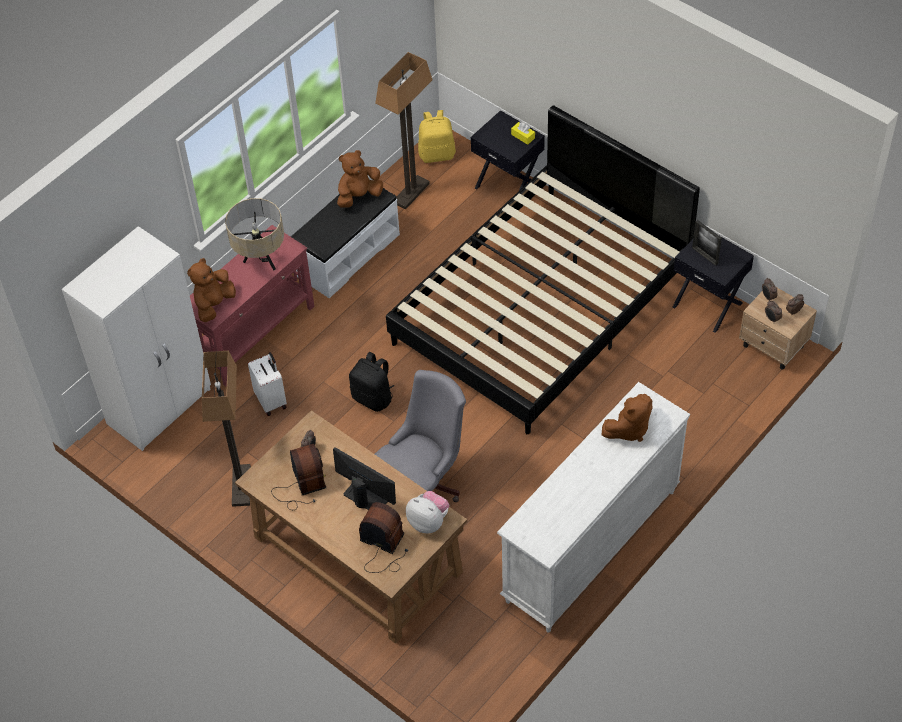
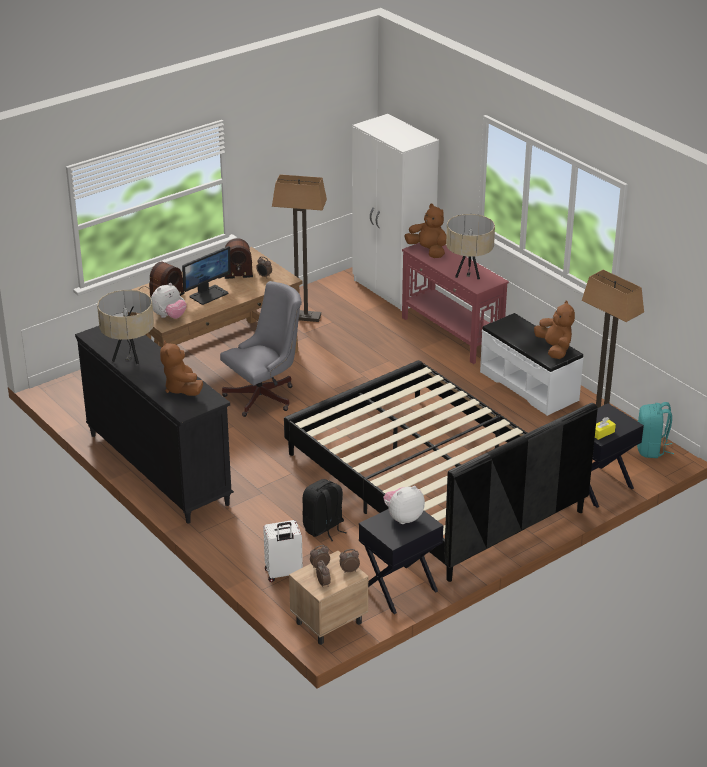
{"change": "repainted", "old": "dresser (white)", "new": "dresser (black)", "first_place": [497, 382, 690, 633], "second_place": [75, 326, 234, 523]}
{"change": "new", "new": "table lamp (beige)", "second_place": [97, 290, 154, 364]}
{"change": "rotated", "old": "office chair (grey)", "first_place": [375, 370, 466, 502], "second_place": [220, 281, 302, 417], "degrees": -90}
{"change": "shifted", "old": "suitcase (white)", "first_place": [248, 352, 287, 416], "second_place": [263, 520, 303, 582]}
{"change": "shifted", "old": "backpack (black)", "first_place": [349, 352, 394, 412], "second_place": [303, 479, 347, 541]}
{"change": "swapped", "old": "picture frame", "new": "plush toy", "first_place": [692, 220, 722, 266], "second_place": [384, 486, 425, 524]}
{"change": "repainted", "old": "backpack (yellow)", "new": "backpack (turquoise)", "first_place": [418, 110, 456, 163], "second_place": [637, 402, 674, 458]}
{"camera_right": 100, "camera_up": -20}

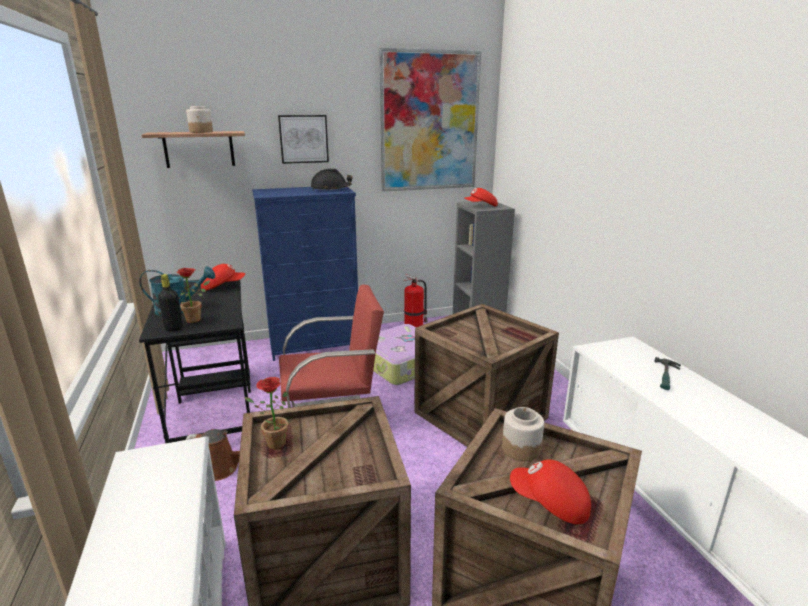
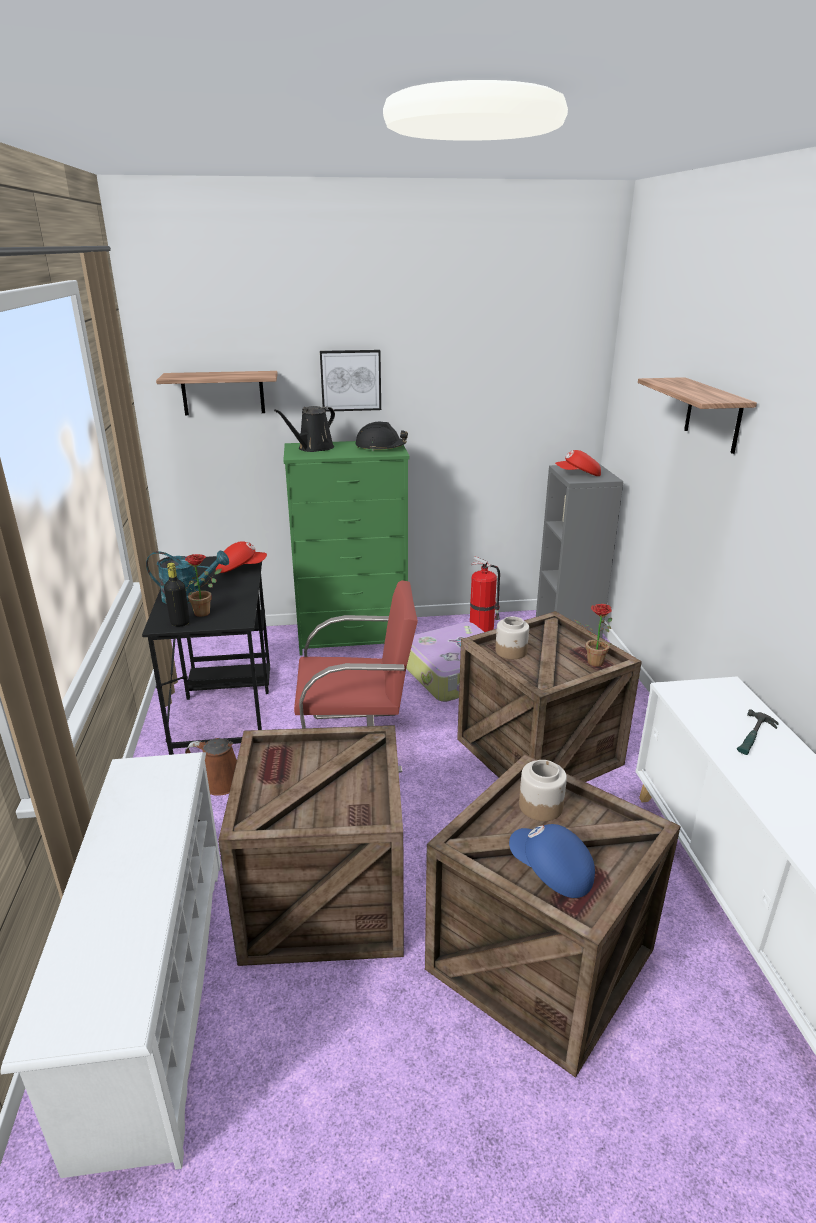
{"change": "new", "new": "watering can (black)", "second_place": [274, 406, 335, 452]}
{"change": "repainted", "old": "dresser (blue)", "new": "dresser (green)", "first_place": [252, 187, 358, 361], "second_place": [283, 441, 409, 656]}
{"change": "shifted", "old": "jar", "first_place": [186, 106, 213, 133], "second_place": [495, 616, 529, 659]}
{"change": "repainted", "old": "cap (red)", "new": "cap (blue)", "first_place": [510, 459, 591, 525], "second_place": [509, 824, 595, 898]}
{"change": "shifted", "old": "potted plant", "first_place": [244, 377, 288, 450], "second_place": [575, 604, 612, 667]}
{"change": "new", "new": "shelf", "second_place": [638, 377, 757, 454]}
{"change": "gone", "old": "picture", "first_place": [379, 48, 481, 192]}
{"camera_right": 10, "camera_up": 5}

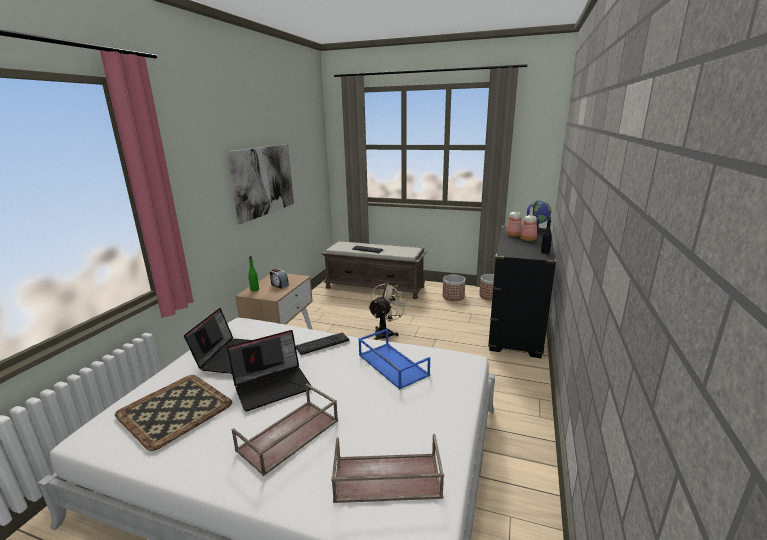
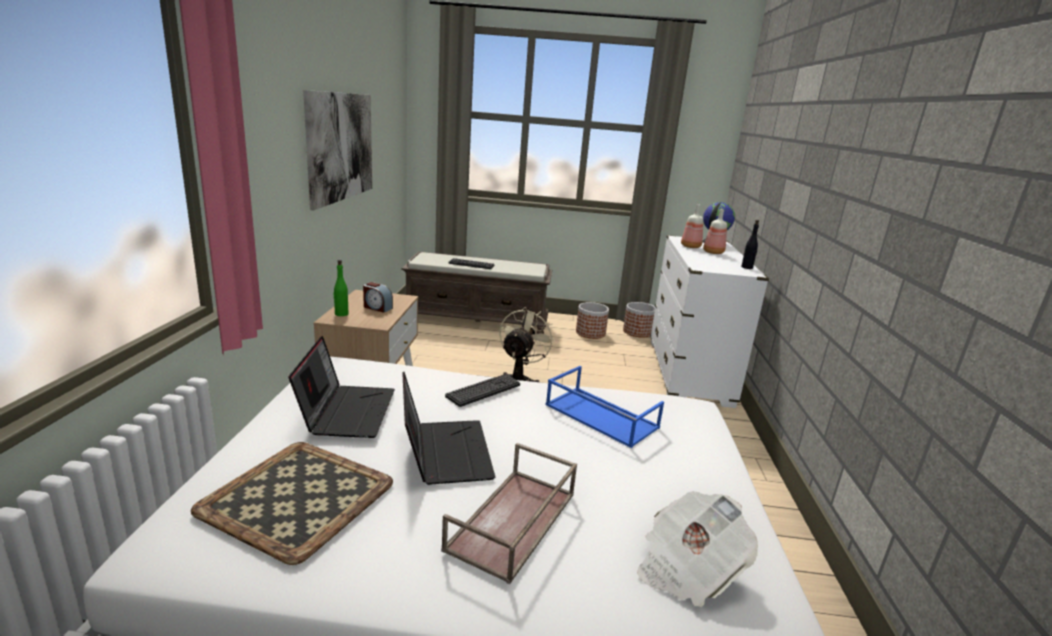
{"change": "rotated", "old": "laptop", "first_place": [227, 330, 311, 412], "second_place": [402, 372, 495, 485], "degrees": -60}
{"change": "swapped", "old": "tray (brown)", "new": "newspaper", "first_place": [331, 434, 444, 503], "second_place": [637, 491, 758, 607]}
{"change": "repainted", "old": "dresser (black)", "new": "dresser (white)", "first_place": [488, 226, 556, 358], "second_place": [650, 235, 769, 408]}
{"camera_right": -15, "camera_up": 0}

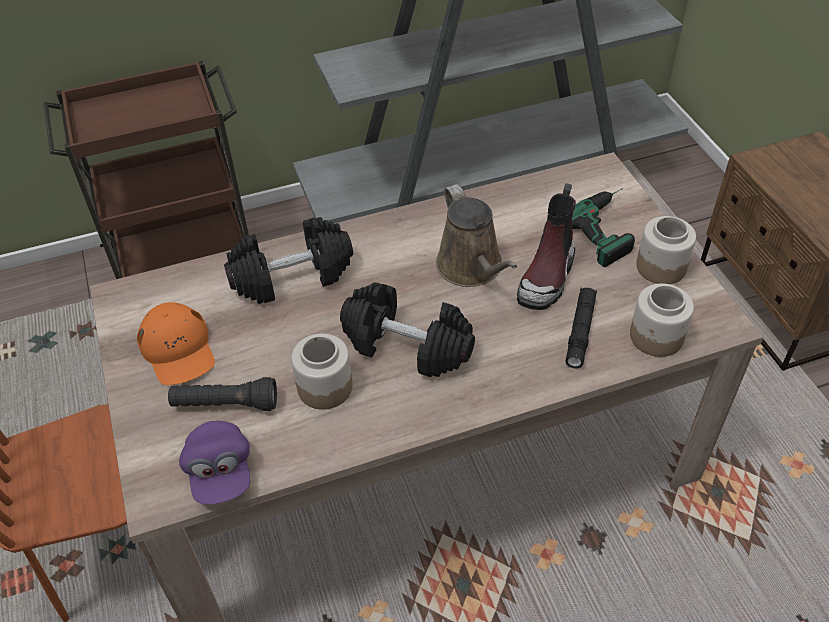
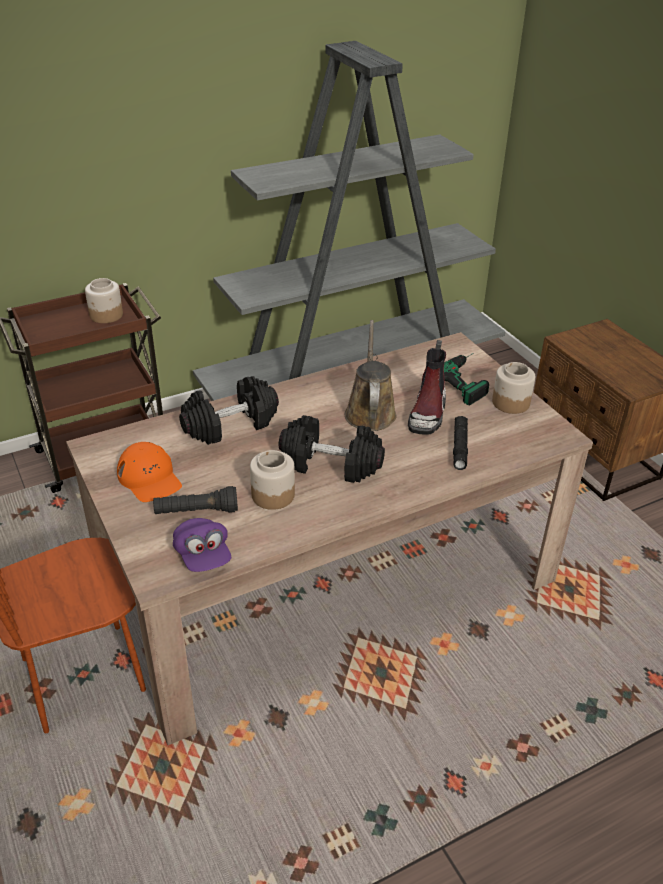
{"change": "shifted", "old": "jar", "first_place": [630, 284, 694, 357], "second_place": [85, 278, 123, 323]}
{"change": "rotated", "old": "watering can (brown)", "first_place": [436, 184, 517, 287], "second_place": [345, 320, 397, 431], "degrees": -150}
{"camera_right": -10, "camera_up": -10}

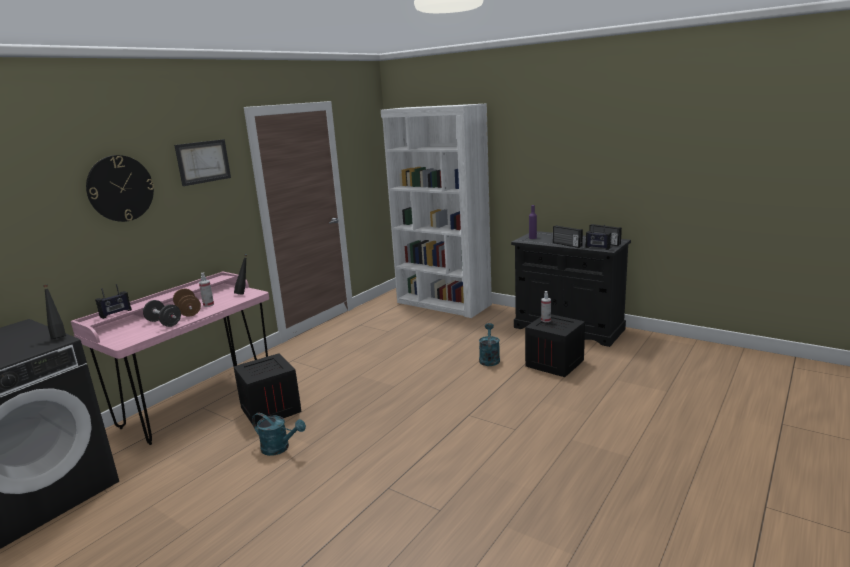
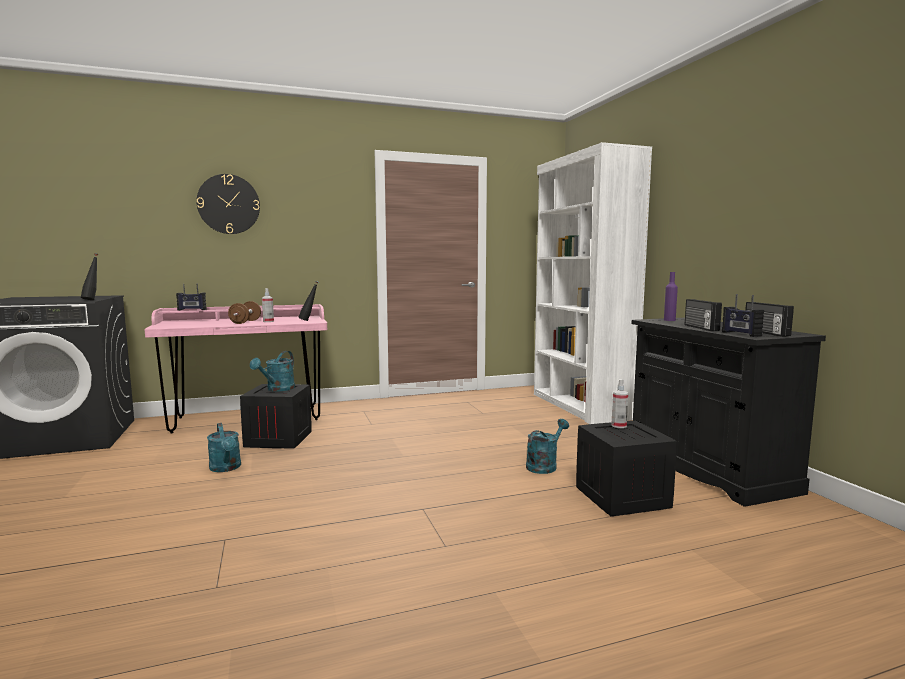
{"change": "new", "new": "watering can (turquoise)", "second_place": [250, 351, 295, 392]}
{"change": "gone", "old": "dumbbell (black)", "first_place": [143, 300, 181, 327]}
{"change": "gone", "old": "picture", "first_place": [174, 139, 231, 186]}
{"camera_right": 35, "camera_up": -10}

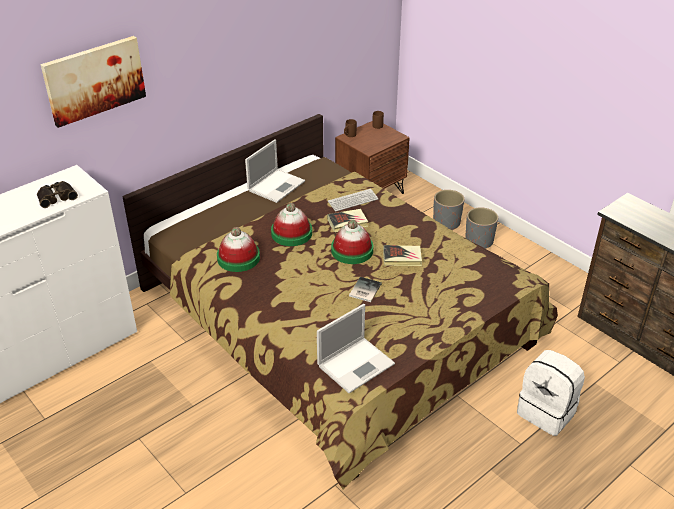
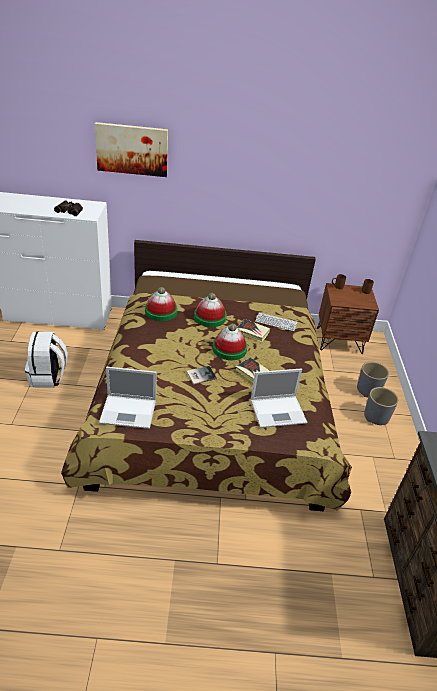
{"change": "shifted", "old": "backpack (white)", "first_place": [517, 350, 585, 436], "second_place": [25, 331, 68, 388]}
{"change": "shifted", "old": "laptop", "first_place": [245, 139, 305, 203], "second_place": [251, 369, 307, 428]}
{"camera_right": 40, "camera_up": 0}

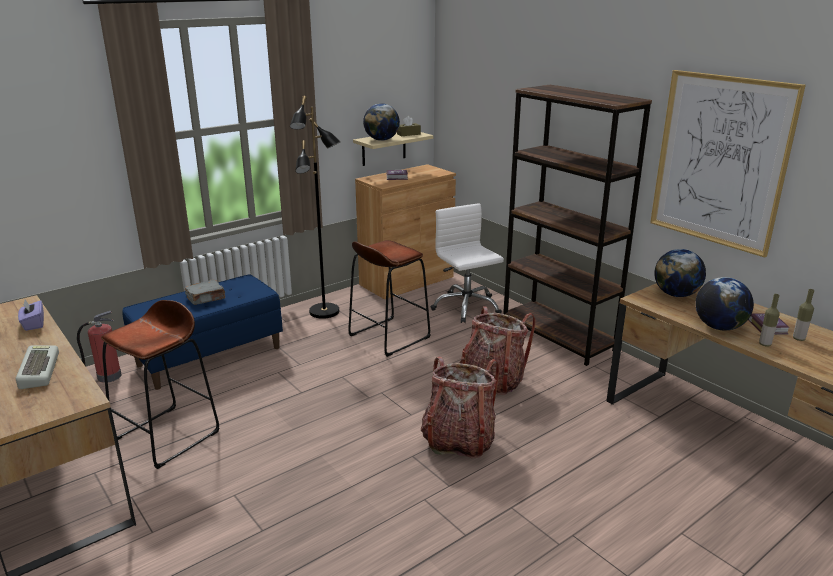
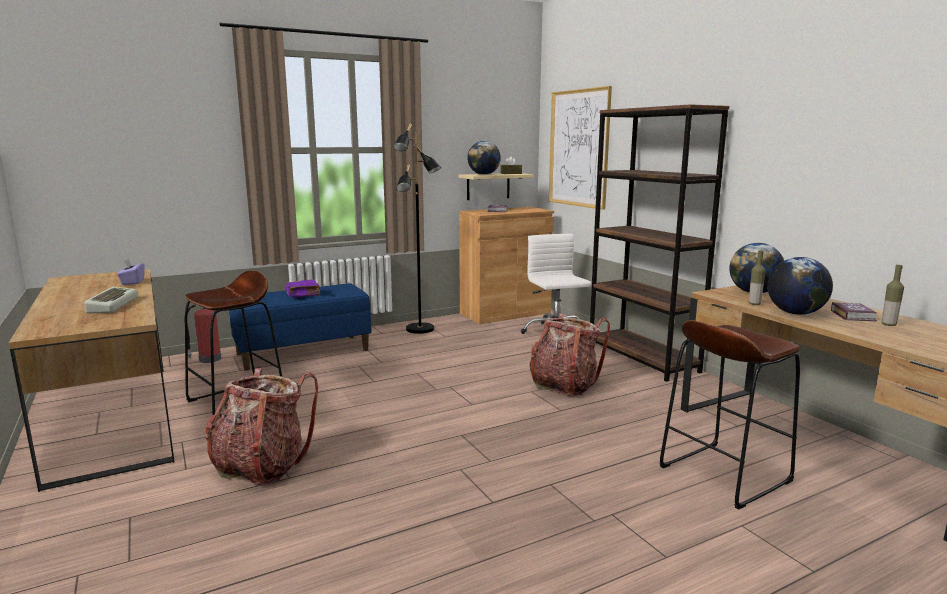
{"change": "shifted", "old": "backpack", "first_place": [421, 357, 499, 458], "second_place": [205, 368, 318, 486]}
{"change": "repainted", "old": "book (grey)", "new": "book (purple)", "first_place": [185, 280, 225, 305], "second_place": [285, 279, 320, 297]}
{"change": "shifted", "old": "picture", "first_place": [650, 70, 806, 257], "second_place": [549, 86, 612, 210]}
{"change": "shifted", "old": "stool (brown)", "first_place": [348, 240, 431, 357], "second_place": [659, 320, 800, 510]}
{"change": "shifted", "old": "bottle", "first_place": [759, 294, 779, 347], "second_place": [749, 251, 766, 305]}
{"camera_right": 10, "camera_up": -10}

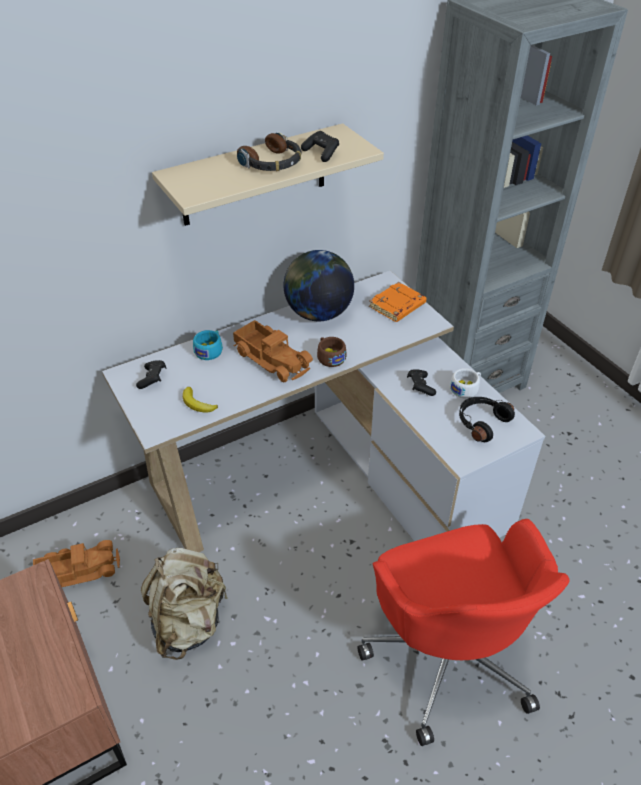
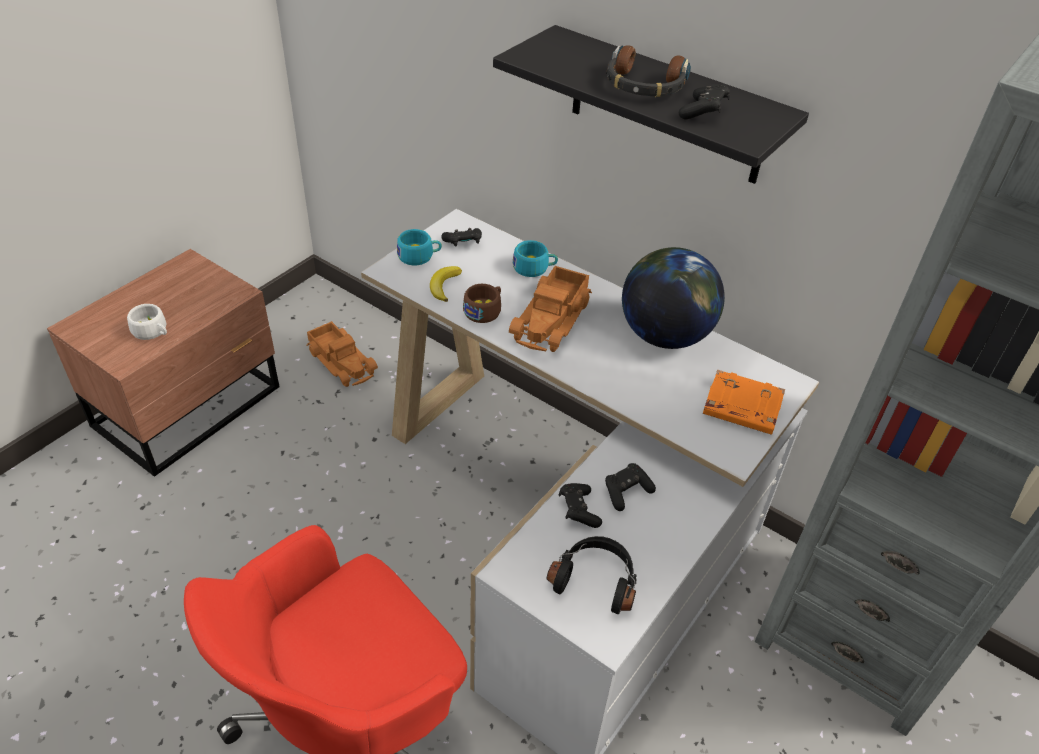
{"change": "shifted", "old": "cup (white)", "first_place": [450, 368, 481, 399], "second_place": [127, 304, 167, 340]}
{"change": "new", "new": "cup (turquoise)", "second_place": [397, 229, 442, 265]}
{"change": "shifted", "old": "cup (brown)", "first_place": [317, 337, 346, 367], "second_place": [463, 284, 501, 323]}
{"change": "repainted", "old": "shelf (beige)", "new": "shelf (black)", "first_place": [152, 123, 384, 226], "second_place": [493, 25, 809, 184]}
{"change": "new", "new": "game controller (black)", "second_place": [559, 483, 602, 528]}
{"change": "gone", "old": "backpack (beige)", "first_place": [141, 548, 228, 660]}
{"camera_right": 65, "camera_up": 0}

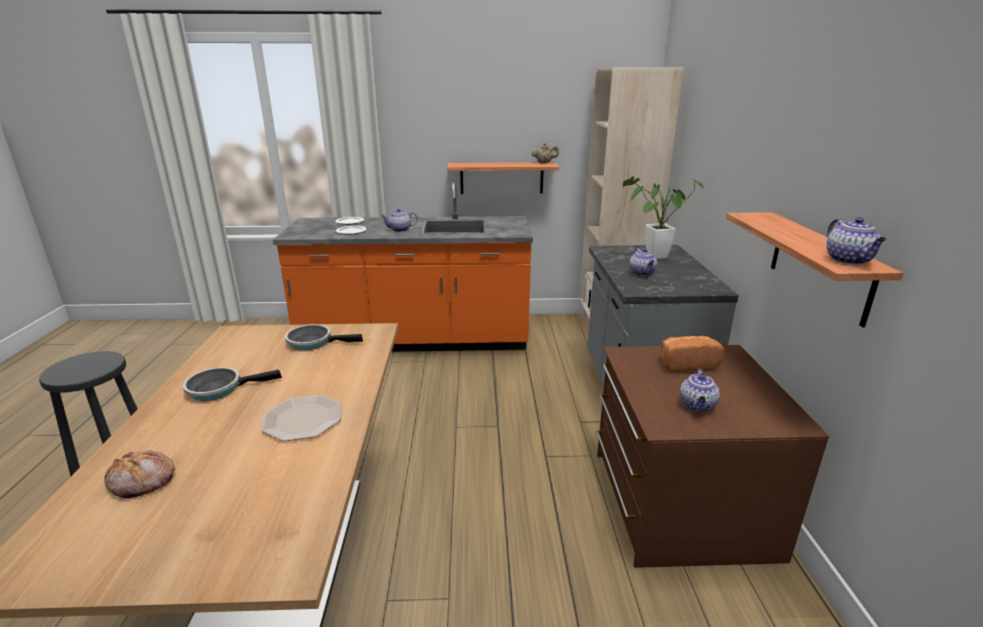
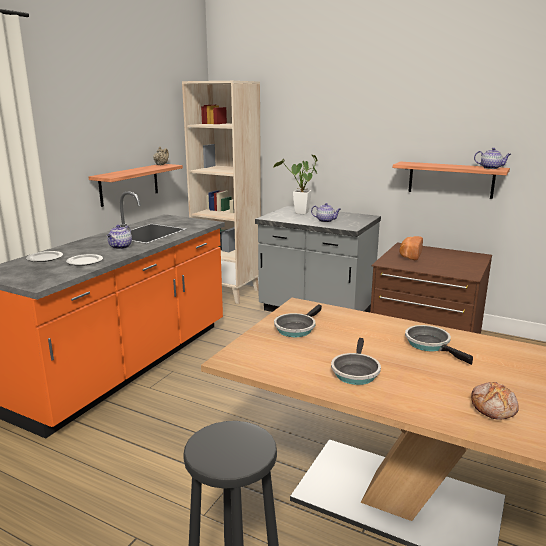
{"change": "swapped", "old": "plate", "new": "frying pan", "first_place": [261, 395, 341, 441], "second_place": [405, 325, 473, 365]}
{"change": "gone", "old": "teapot", "first_place": [680, 369, 720, 413]}
{"camera_right": -60, "camera_up": -5}

